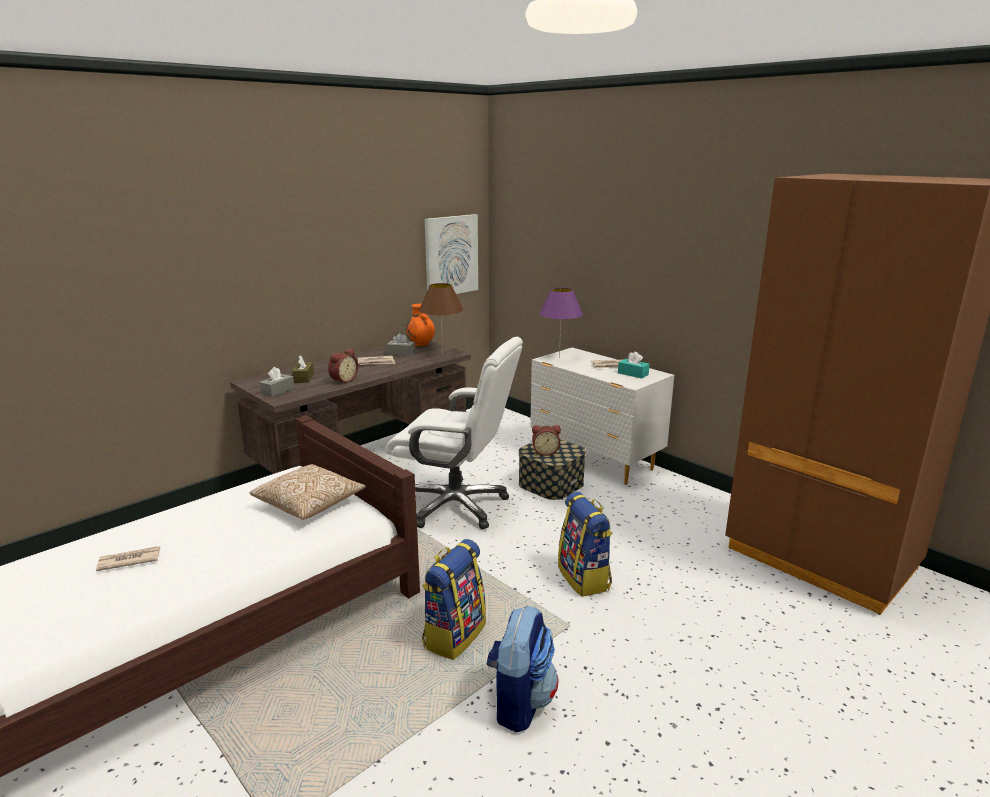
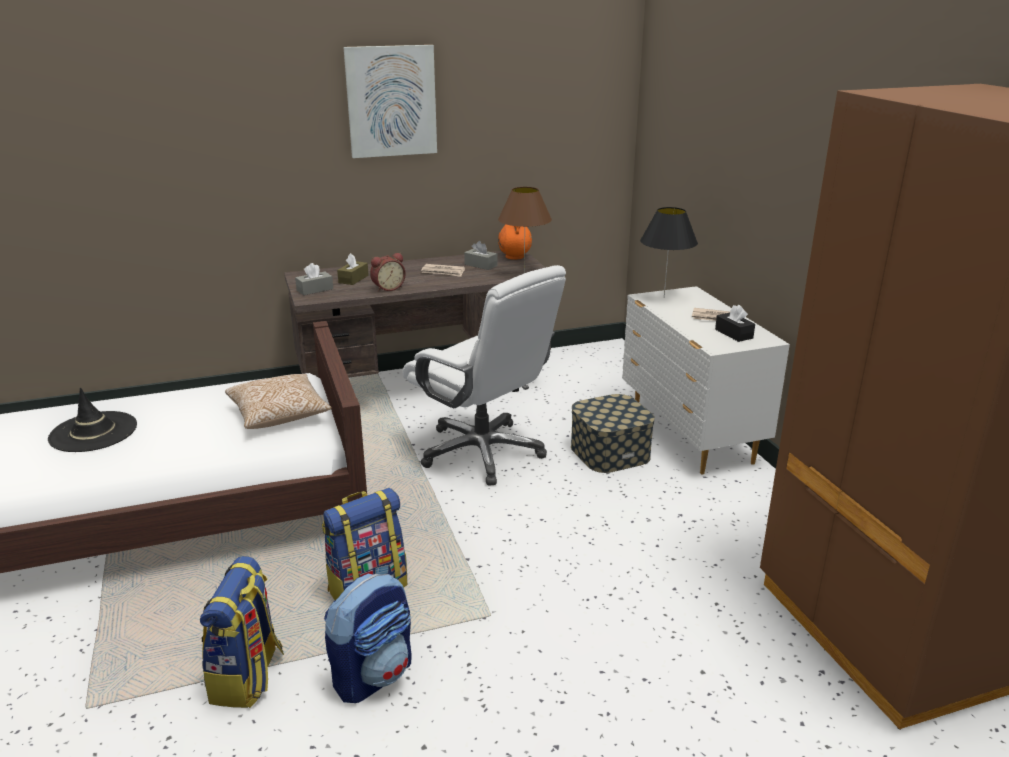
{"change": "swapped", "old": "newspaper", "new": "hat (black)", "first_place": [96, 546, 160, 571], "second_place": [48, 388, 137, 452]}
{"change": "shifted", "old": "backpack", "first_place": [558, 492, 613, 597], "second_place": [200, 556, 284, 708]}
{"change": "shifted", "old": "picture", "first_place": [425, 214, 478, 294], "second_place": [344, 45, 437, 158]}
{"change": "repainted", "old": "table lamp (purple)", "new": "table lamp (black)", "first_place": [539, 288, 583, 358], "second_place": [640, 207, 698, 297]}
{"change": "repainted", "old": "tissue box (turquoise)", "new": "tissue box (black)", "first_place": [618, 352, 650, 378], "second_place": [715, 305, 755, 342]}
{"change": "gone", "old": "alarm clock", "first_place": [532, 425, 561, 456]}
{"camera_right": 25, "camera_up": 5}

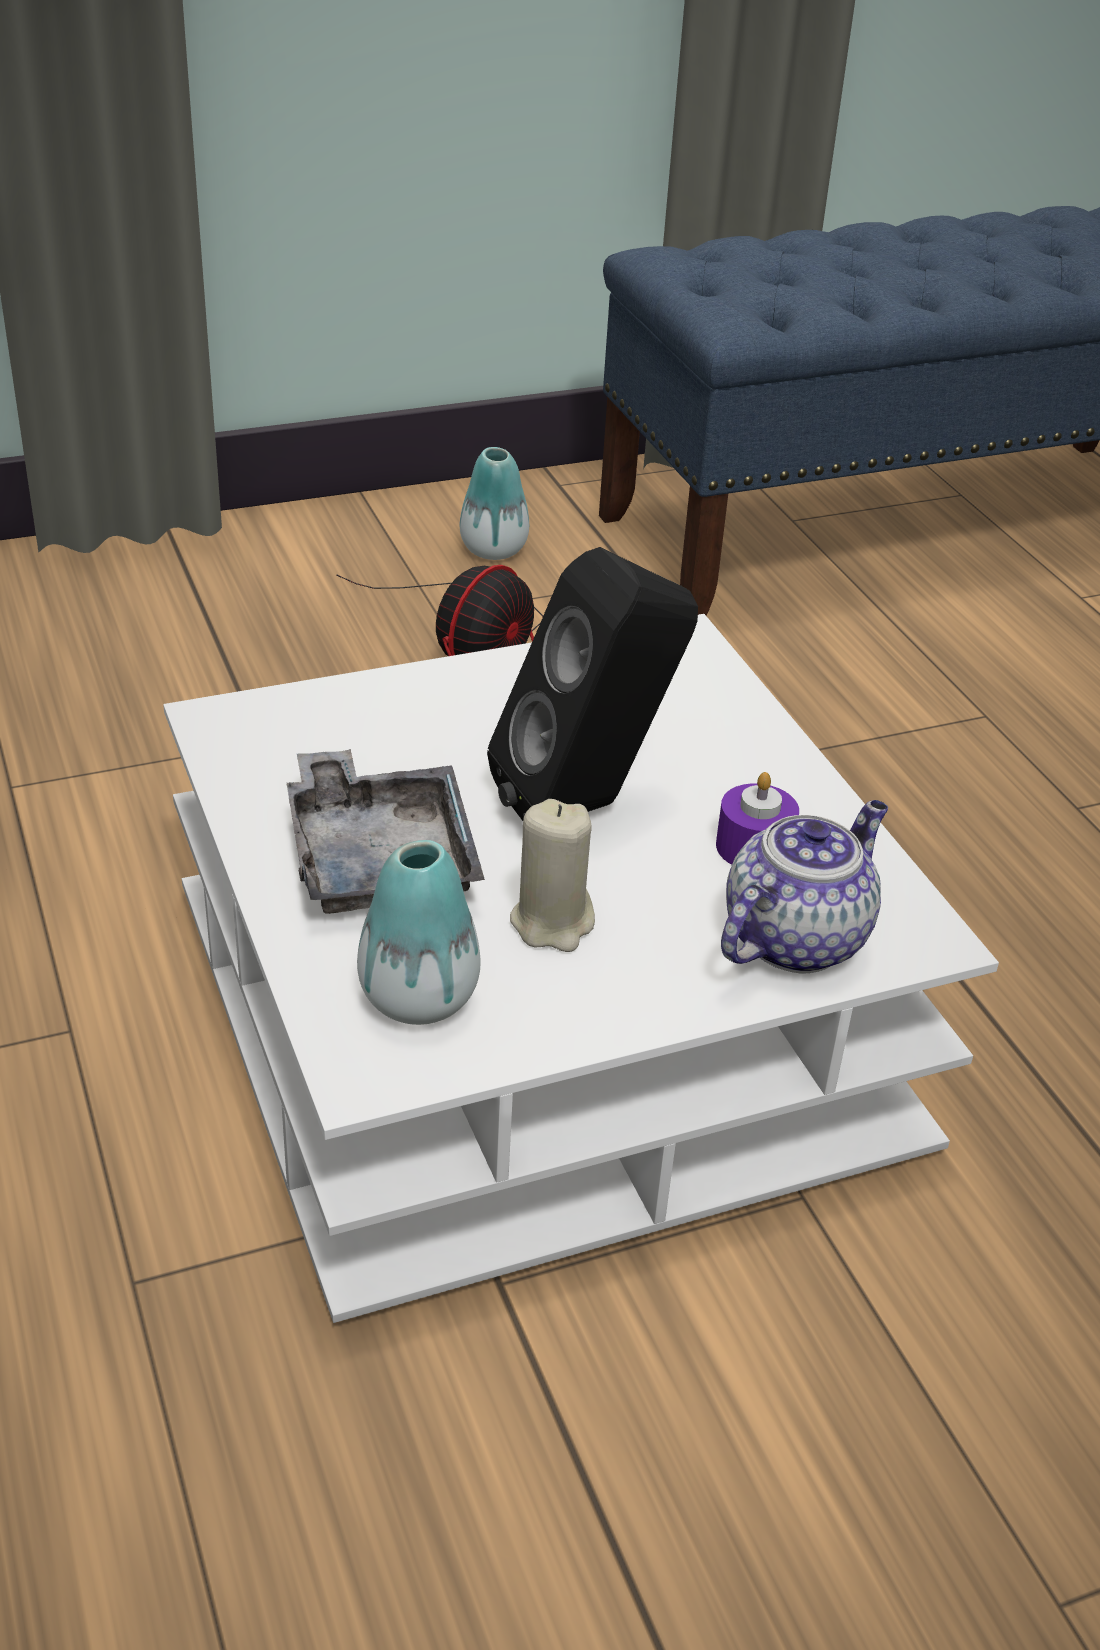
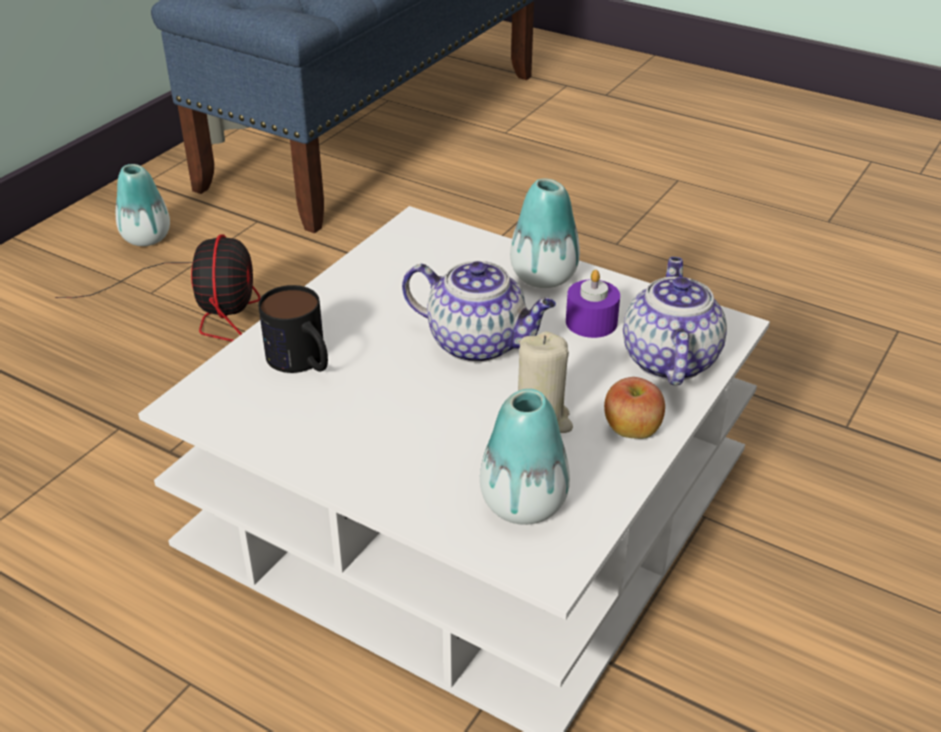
{"change": "new", "new": "mug", "second_place": [258, 285, 328, 373]}
{"change": "swapped", "old": "speaker (black)", "new": "teapot", "first_place": [487, 547, 698, 821], "second_place": [402, 261, 556, 363]}
{"change": "new", "new": "vase", "second_place": [510, 178, 580, 288]}
{"change": "new", "new": "apple", "second_place": [604, 377, 665, 439]}
{"change": "gone", "old": "tray (grey)", "first_place": [286, 749, 485, 914]}
{"camera_right": -35, "camera_up": 0}

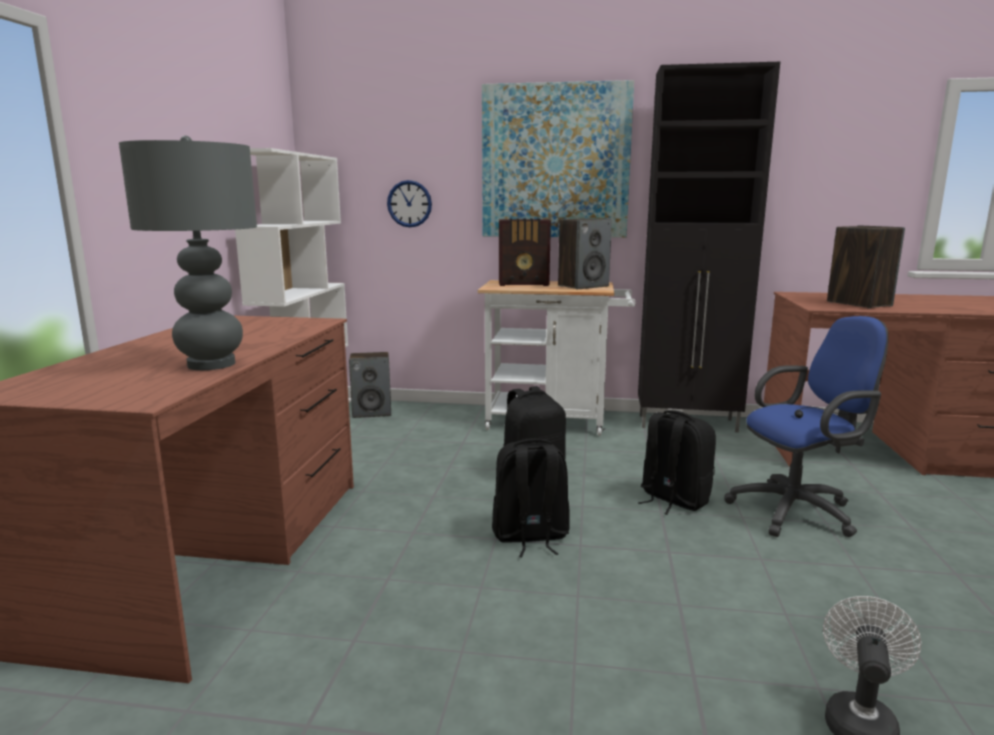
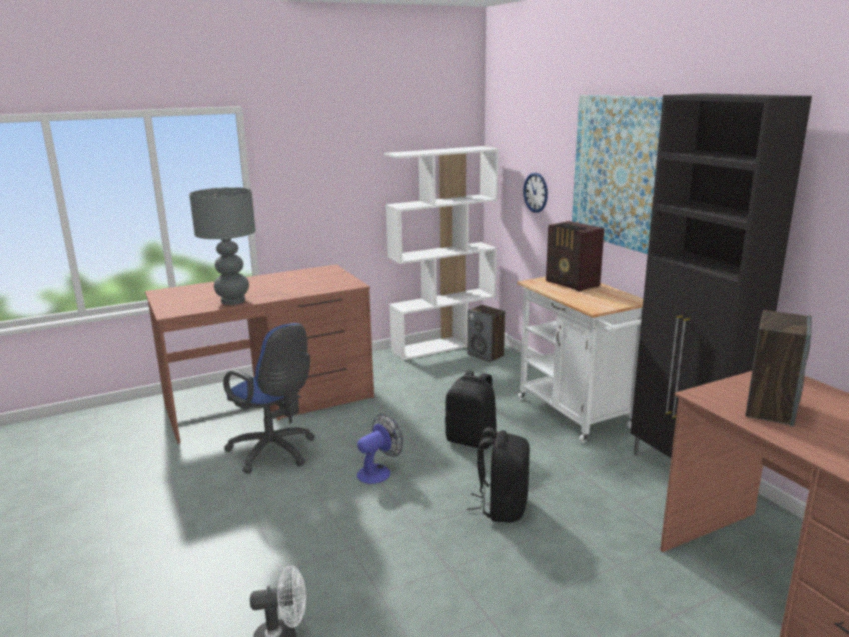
{"change": "shifted", "old": "office chair (blue)", "first_place": [724, 316, 888, 537], "second_place": [223, 323, 315, 474]}
{"change": "swapped", "old": "backpack (black)", "new": "fan", "first_place": [492, 439, 570, 557], "second_place": [357, 414, 403, 484]}
{"change": "gone", "old": "speaker", "first_place": [558, 219, 612, 289]}
{"camera_right": 55, "camera_up": 5}

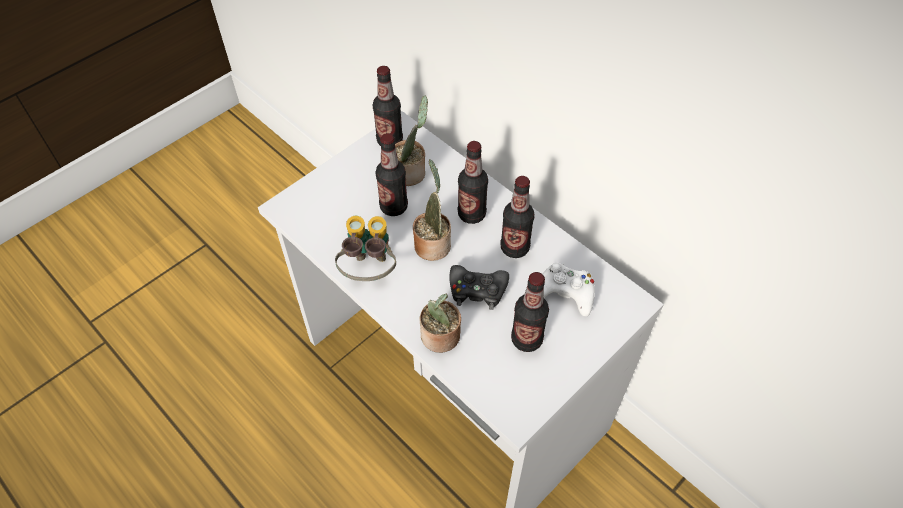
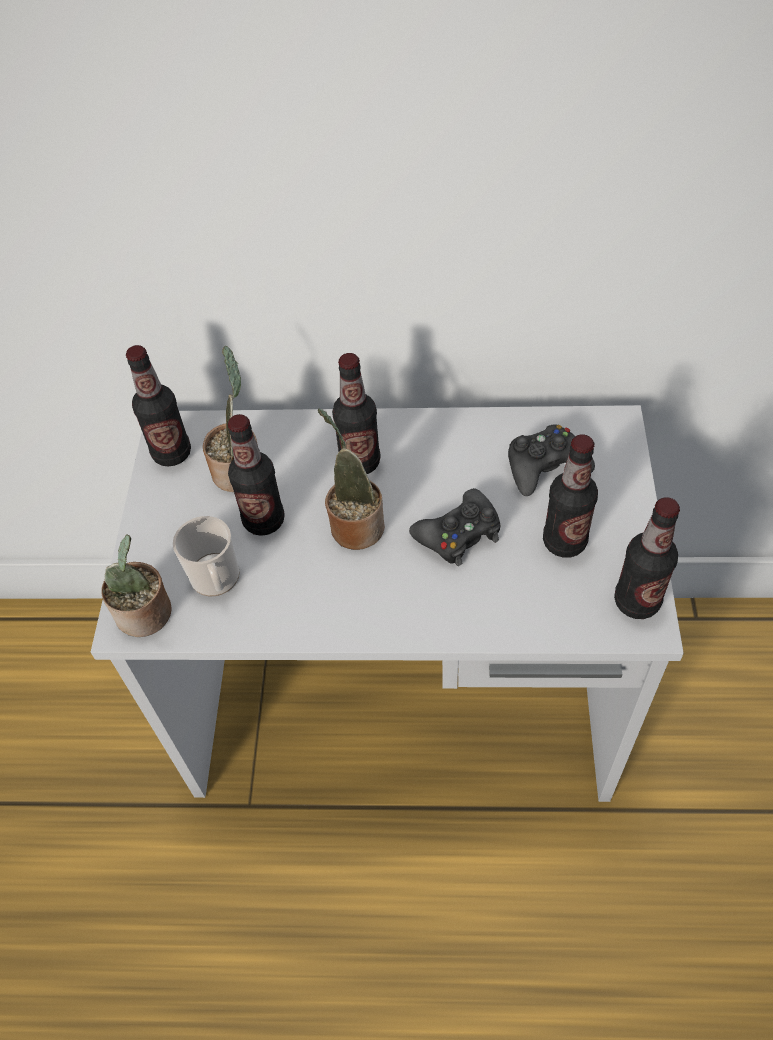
{"change": "shifted", "old": "potted plant", "first_place": [420, 293, 461, 353], "second_place": [101, 534, 172, 637]}
{"change": "new", "new": "mug", "second_place": [173, 516, 240, 596]}
{"change": "repainted", "old": "game controller (white)", "new": "game controller (black)", "first_place": [542, 263, 595, 316], "second_place": [508, 425, 595, 496]}
{"change": "shifted", "old": "bottle", "first_place": [500, 176, 535, 258], "second_place": [614, 497, 680, 619]}
{"change": "gone", "old": "binoculars", "first_place": [335, 216, 396, 281]}
{"camera_right": -40, "camera_up": 0}

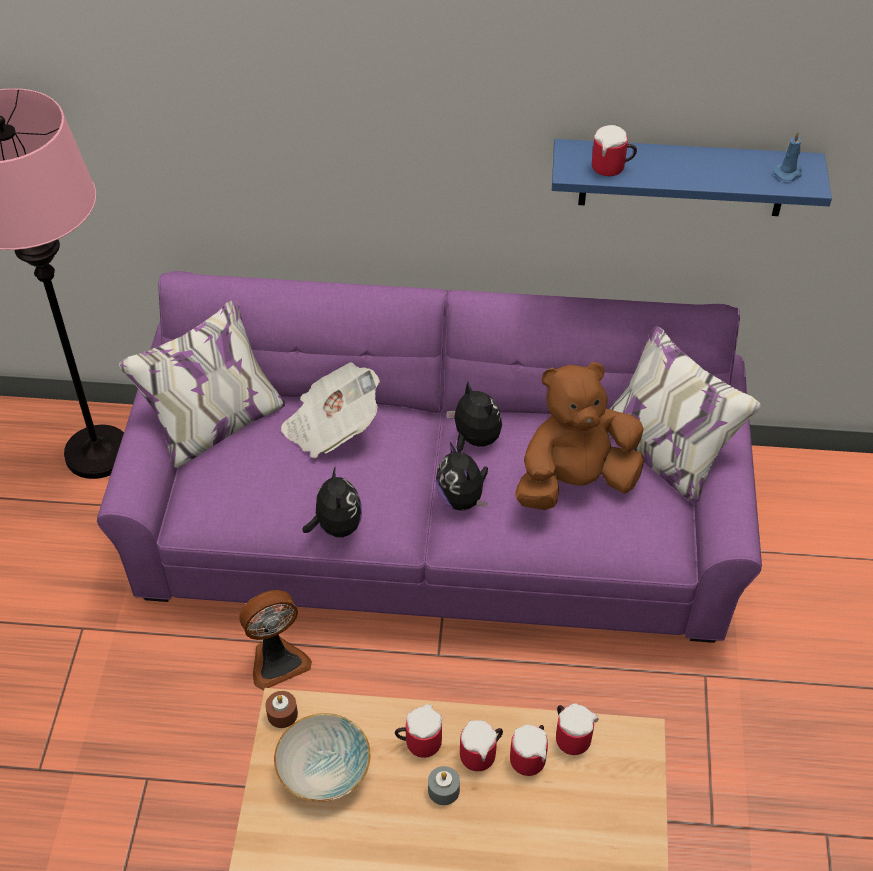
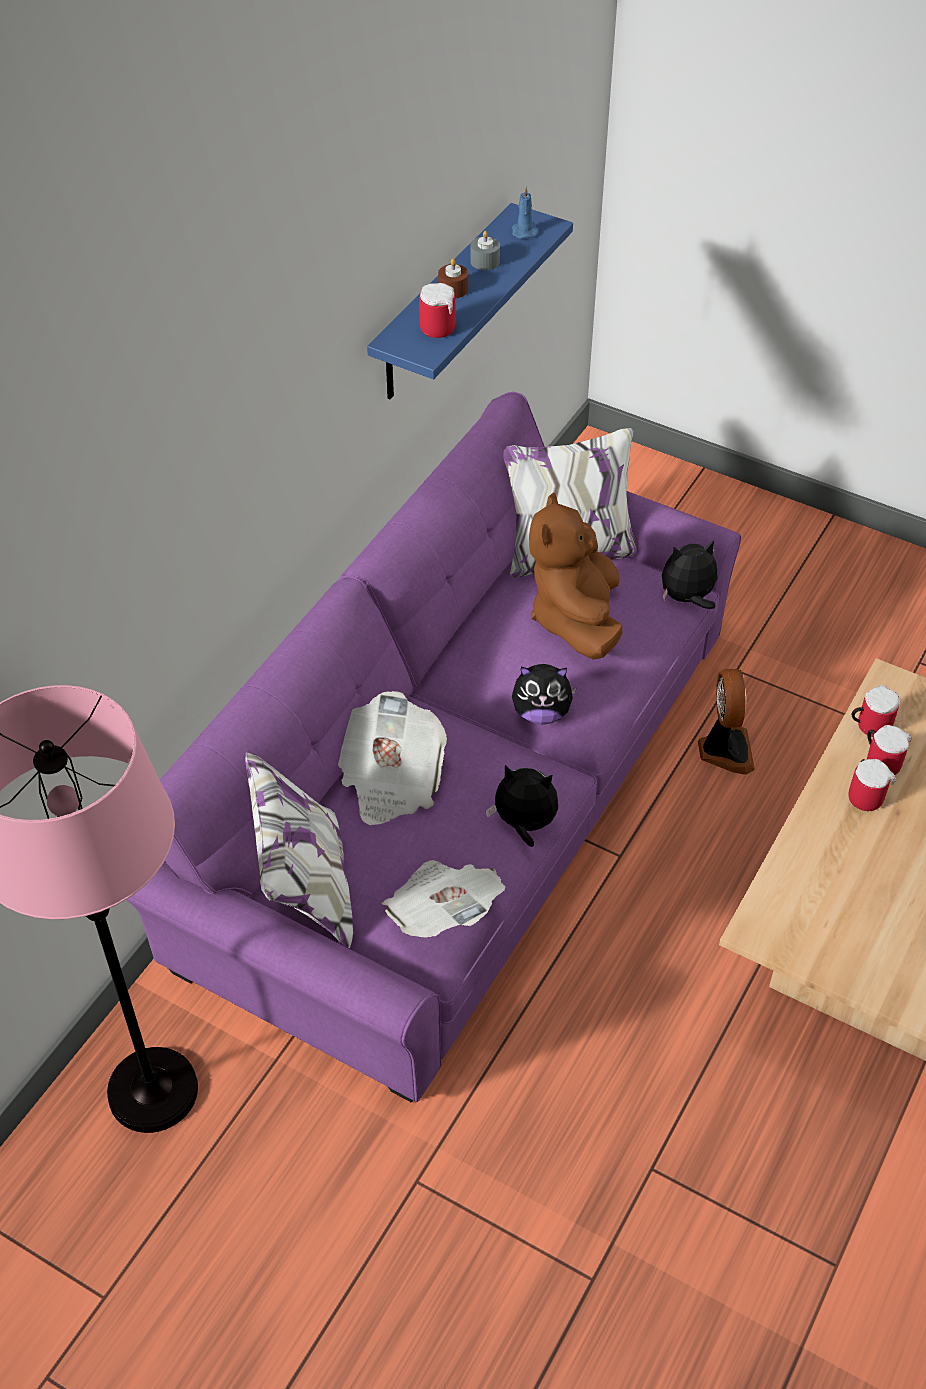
{"change": "new", "new": "newspaper", "second_place": [382, 860, 505, 937]}
{"change": "shifted", "old": "candle (brown)", "first_place": [265, 691, 298, 728], "second_place": [438, 258, 468, 298]}
{"change": "shifted", "old": "candle (grey)", "first_place": [428, 766, 460, 805], "second_place": [470, 231, 500, 270]}
{"change": "shifted", "old": "plush toy", "first_place": [446, 382, 502, 452], "second_place": [662, 540, 718, 609]}
{"change": "shifted", "old": "fan", "first_place": [239, 590, 312, 690], "second_place": [698, 669, 755, 775]}
{"change": "gone", "old": "bowl", "first_place": [274, 713, 371, 802]}
{"change": "gone", "old": "mug", "first_place": [395, 704, 442, 758]}
{"camera_right": -65, "camera_up": 0}

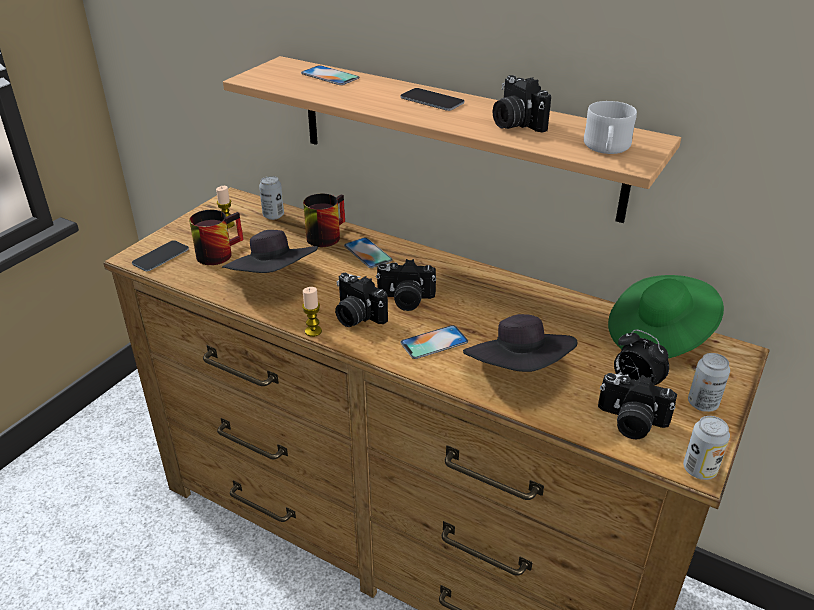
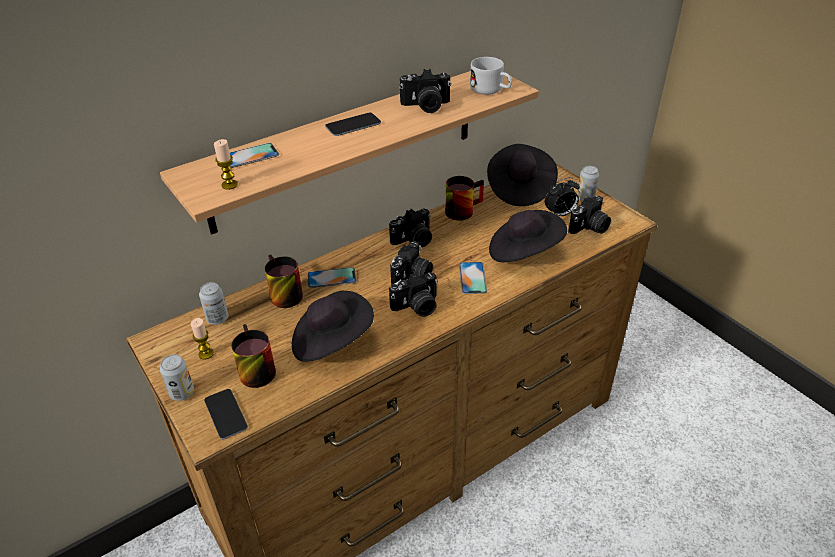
{"change": "shifted", "old": "can", "first_place": [683, 416, 730, 480], "second_place": [160, 354, 194, 401]}
{"change": "shifted", "old": "candle", "first_place": [302, 287, 322, 337], "second_place": [214, 139, 238, 190]}
{"change": "new", "new": "photo camera", "second_place": [389, 208, 432, 247]}
{"change": "new", "new": "mug", "second_place": [445, 176, 484, 221]}
{"change": "repainted", "old": "hat (green)", "new": "hat (black)", "first_place": [608, 275, 724, 358], "second_place": [487, 144, 558, 206]}
{"camera_right": -65, "camera_up": 5}

